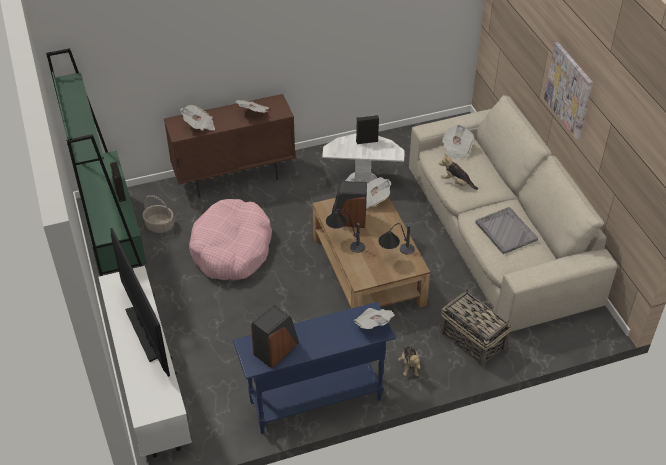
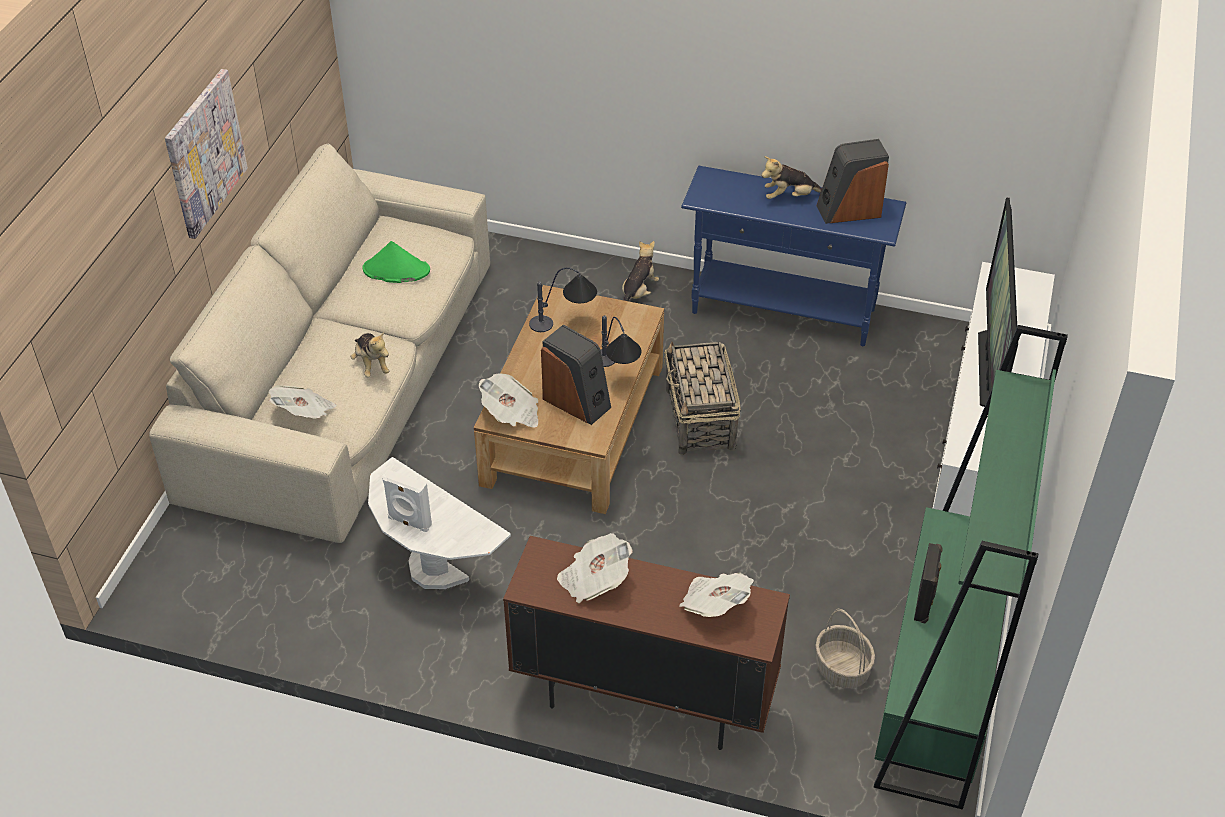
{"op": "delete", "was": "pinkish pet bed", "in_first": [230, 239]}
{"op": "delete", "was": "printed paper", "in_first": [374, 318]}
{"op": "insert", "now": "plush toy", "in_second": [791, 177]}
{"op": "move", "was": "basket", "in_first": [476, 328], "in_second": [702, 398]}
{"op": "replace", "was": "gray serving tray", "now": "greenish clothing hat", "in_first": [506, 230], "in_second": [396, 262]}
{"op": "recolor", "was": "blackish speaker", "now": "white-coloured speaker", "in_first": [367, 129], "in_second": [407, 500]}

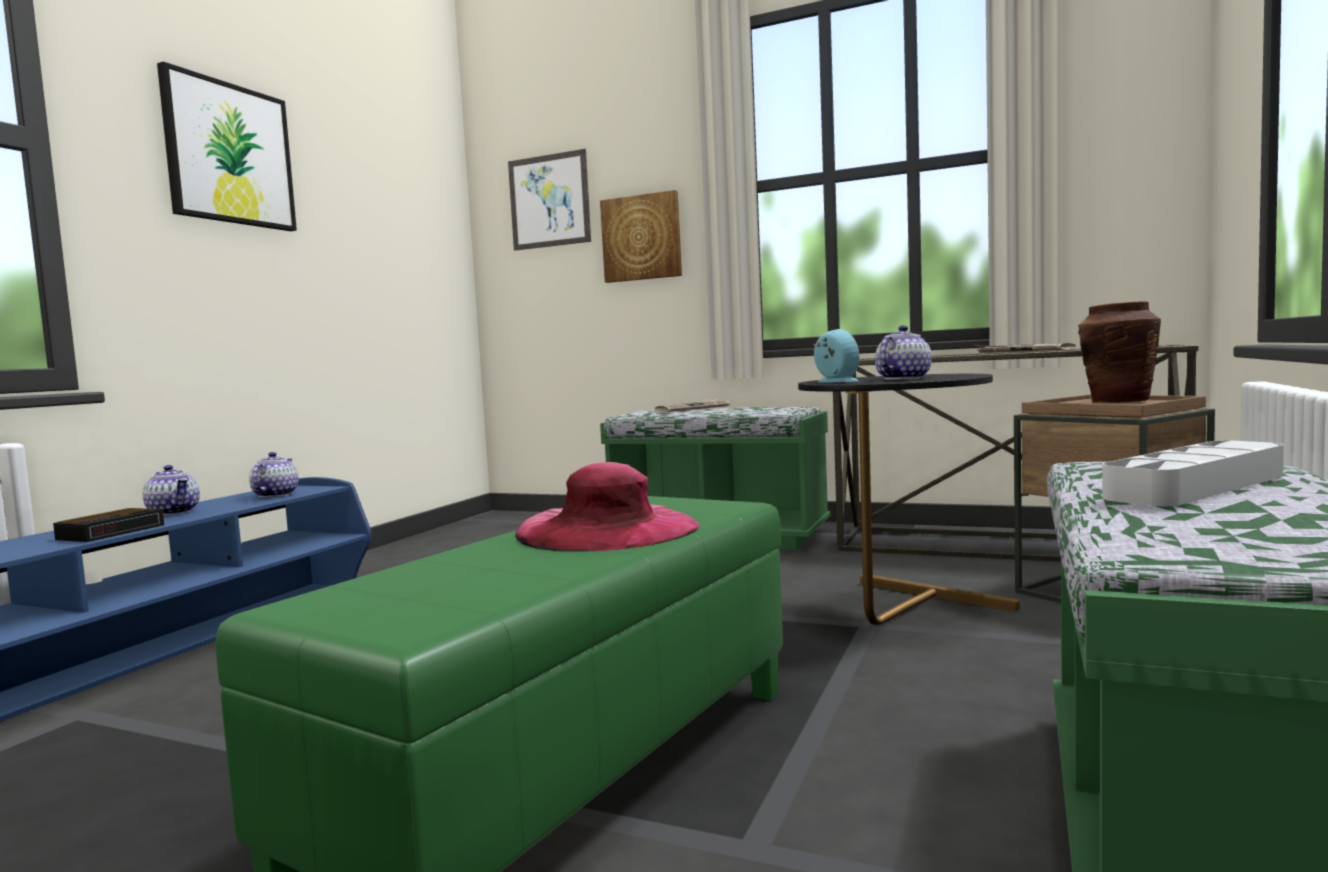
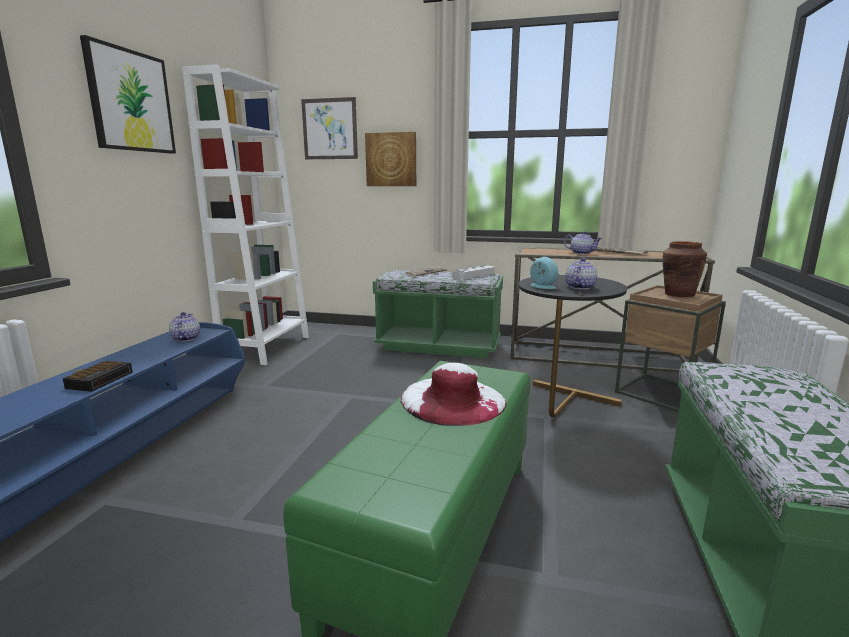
{"op": "insert", "now": "white-coloured shelving unit", "in_second": [245, 215]}
{"op": "move", "was": "tea pot", "in_first": [171, 490], "in_second": [583, 242]}
{"op": "move", "was": "gray serving tray", "in_first": [1193, 473], "in_second": [473, 272]}
{"op": "recolor", "was": "pinkish clothing hat", "now": "white-coloured clothing hat", "in_first": [607, 506], "in_second": [454, 394]}

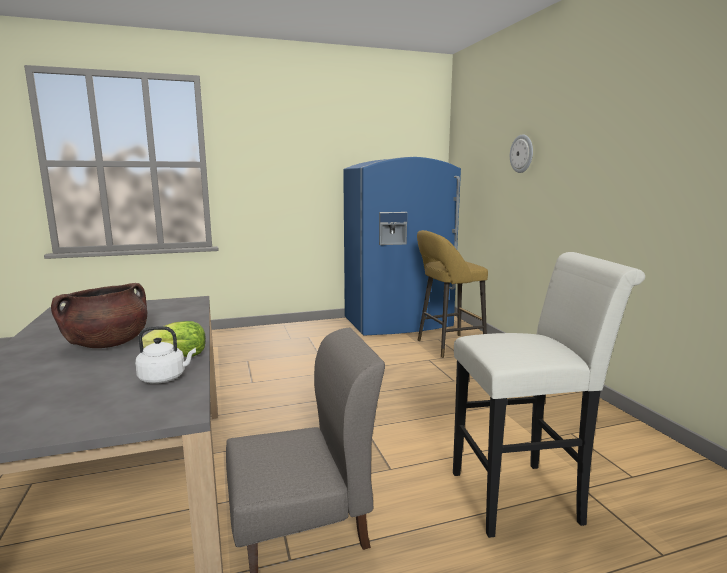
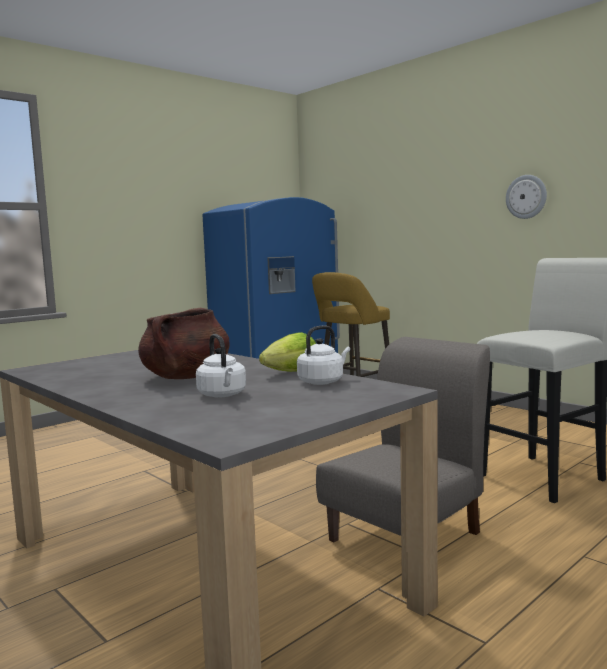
{"op": "insert", "now": "white-coloured tea kettle", "in_second": [221, 366]}
{"op": "move", "was": "clock on the wall", "in_first": [521, 153], "in_second": [526, 197]}

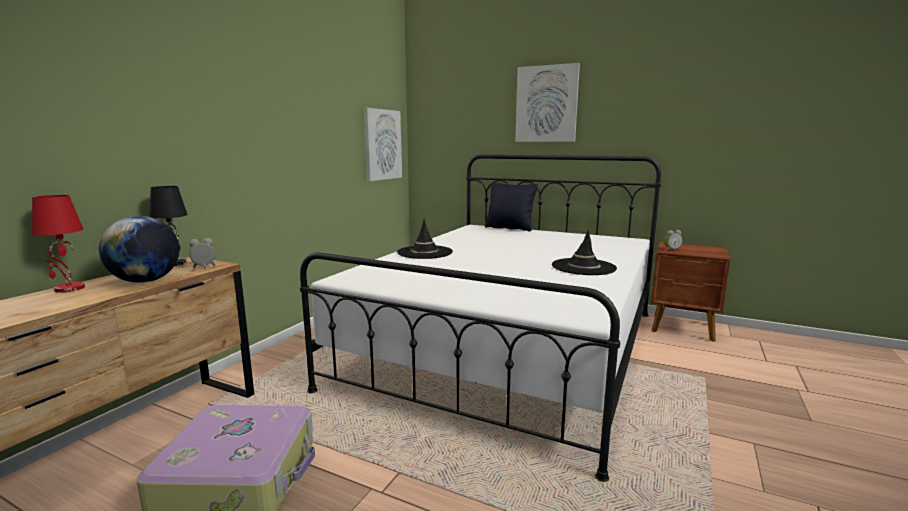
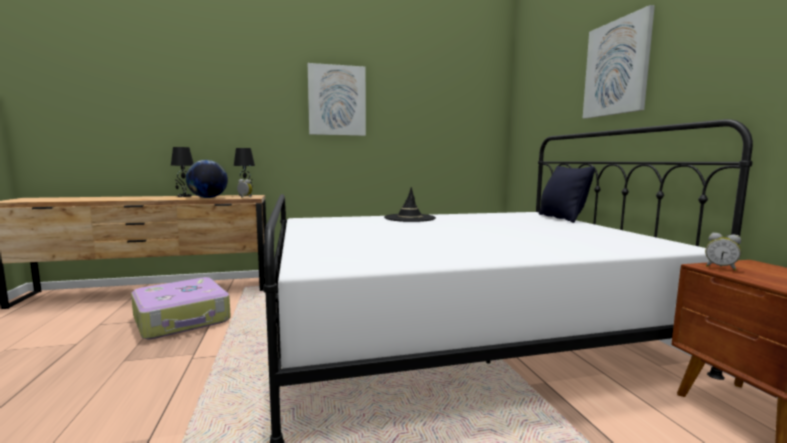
{"op": "delete", "was": "blackish clothing hat", "in_first": [584, 252]}
{"op": "move", "was": "wall picture", "in_first": [383, 144], "in_second": [337, 99]}
{"op": "recolor", "was": "red table lamp", "now": "blackish table lamp", "in_first": [58, 244], "in_second": [182, 172]}

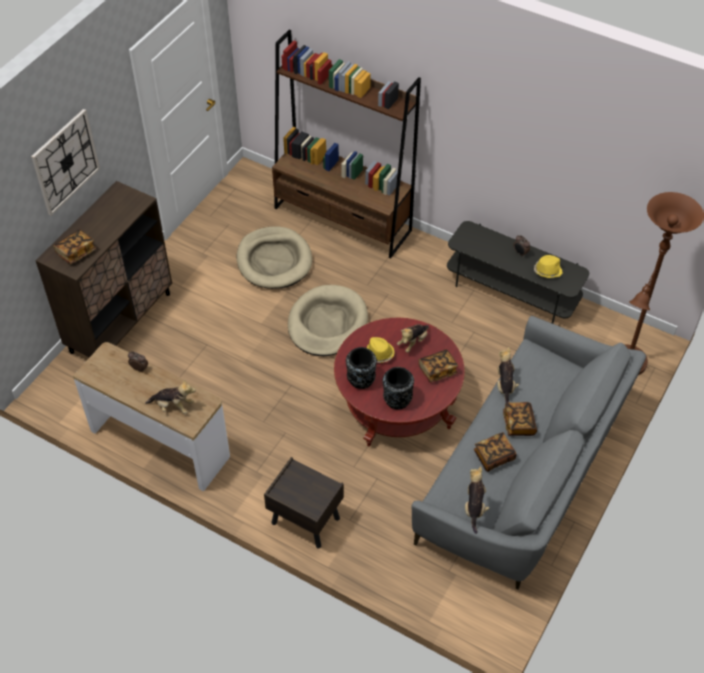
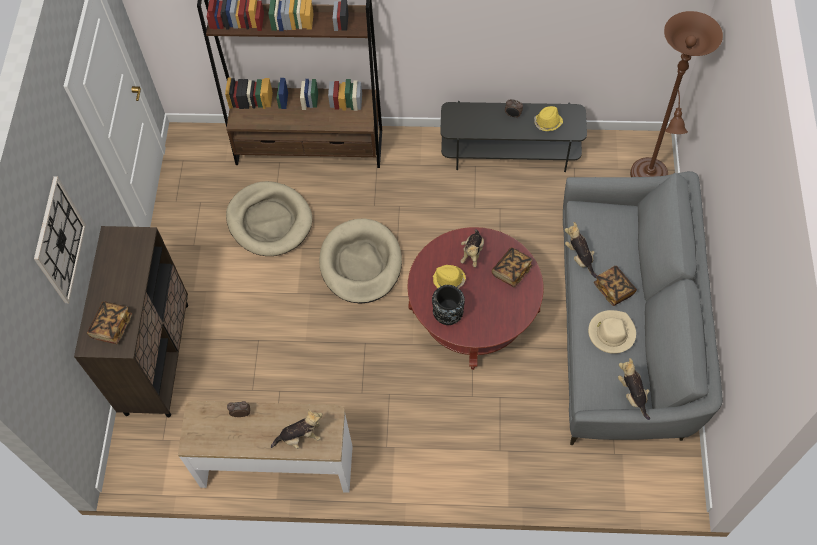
{"op": "delete", "was": "brown-coloured bedside table", "in_first": [304, 503]}
{"op": "delete", "was": "blackish decorative vase", "in_first": [398, 388]}
{"op": "replace", "was": "book", "now": "beige-coloured clothing hat", "in_first": [495, 452], "in_second": [612, 332]}

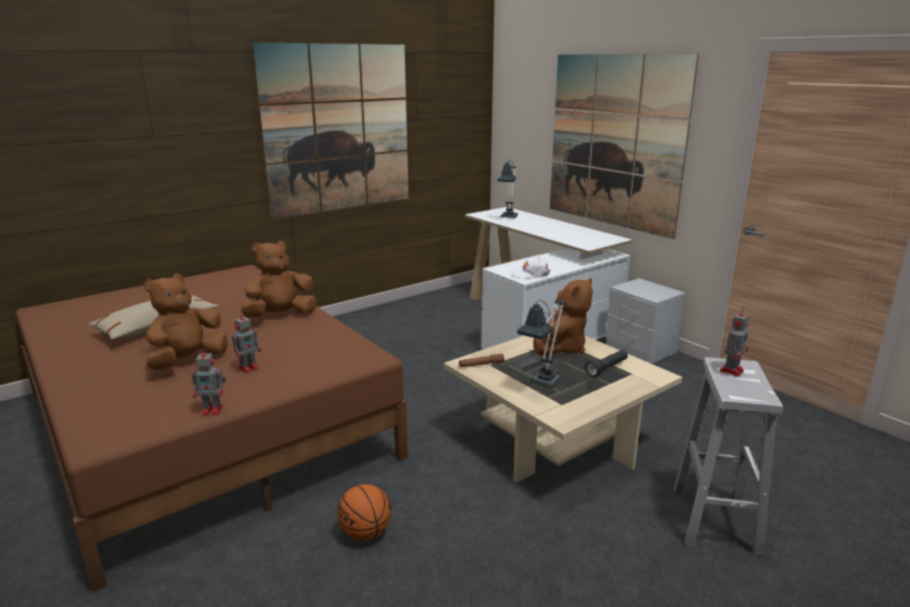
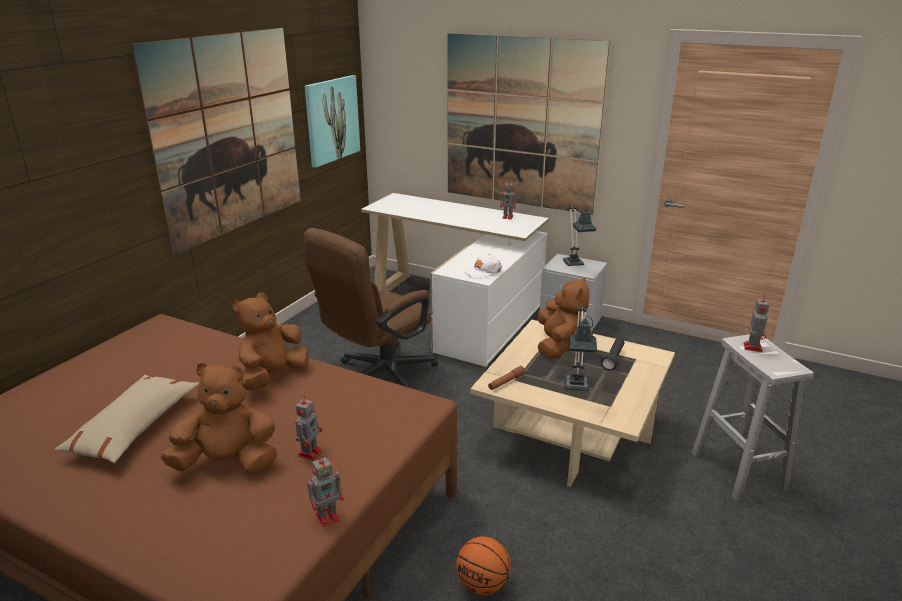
{"op": "insert", "now": "brown-coloured office chair", "in_second": [370, 307]}
{"op": "insert", "now": "wall picture", "in_second": [332, 121]}
{"op": "insert", "now": "toy robot", "in_second": [509, 199]}
{"op": "move", "was": "table lamp", "in_first": [507, 189], "in_second": [580, 236]}
{"op": "rotate", "was": "brown-coloured plush toy", "in_first": [186, 322], "in_second": [219, 418], "clockwise": 75}

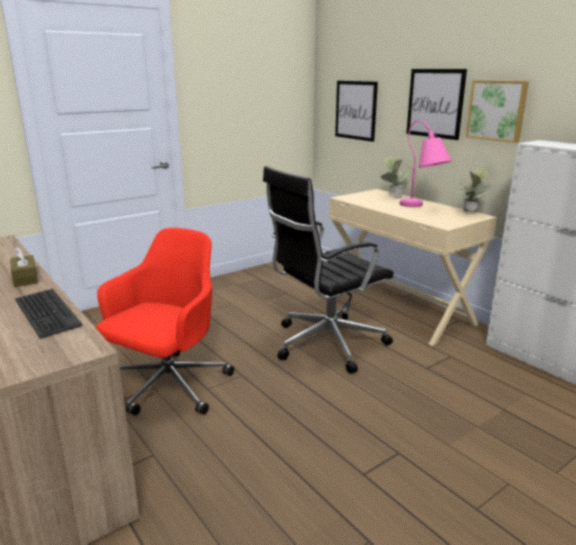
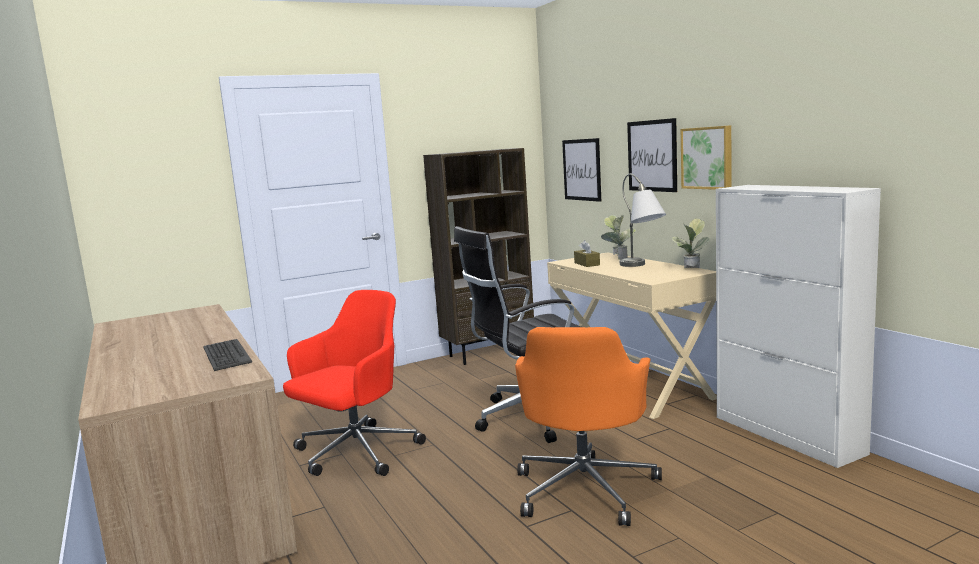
{"op": "insert", "now": "brown-coloured shelving unit", "in_second": [478, 256]}
{"op": "insert", "now": "orangey office chair", "in_second": [588, 426]}
{"op": "move", "was": "brown-coloured tissue holder", "in_first": [24, 266], "in_second": [587, 253]}
{"op": "recolor", "was": "pinkish table lamp", "now": "gray table lamp", "in_first": [426, 163], "in_second": [643, 220]}

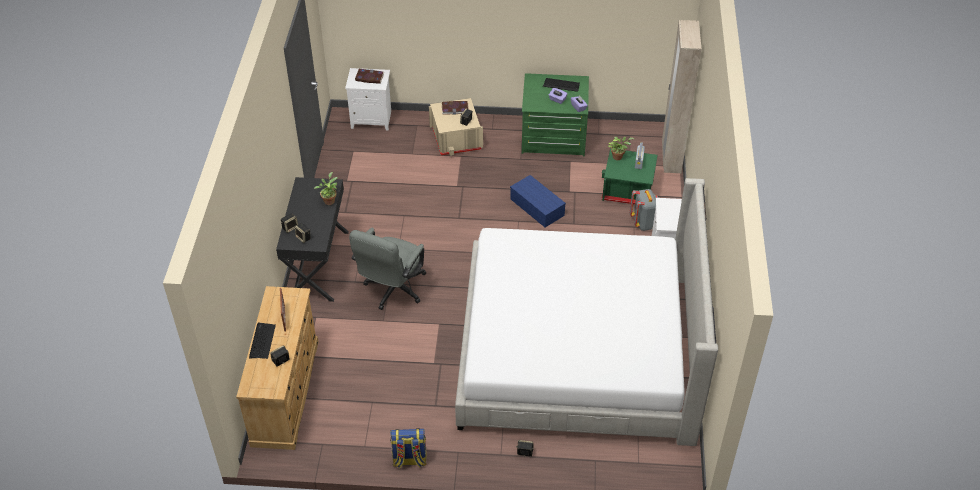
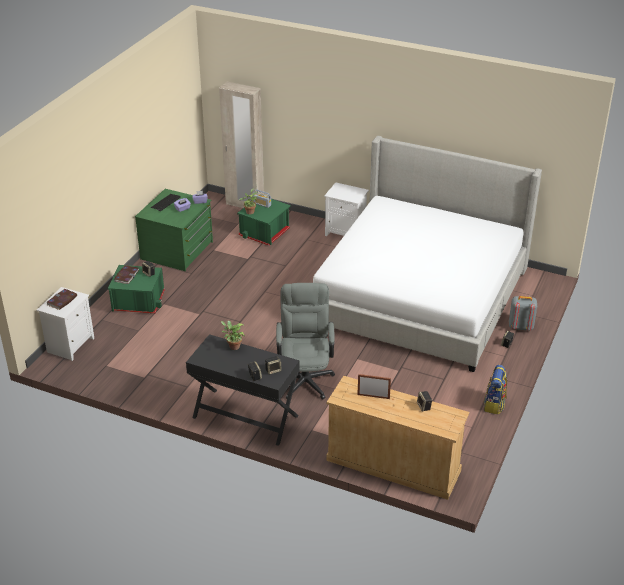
{"op": "delete", "was": "computer keyboard", "in_first": [262, 341]}
{"op": "delete", "was": "bluish storage box", "in_first": [538, 201]}
{"op": "move", "was": "gray knapsack", "in_first": [644, 210], "in_second": [523, 313]}
{"op": "recolor", "was": "beige-coloured storage box", "now": "greenish storage box", "in_first": [456, 127], "in_second": [136, 289]}
{"op": "rotate", "was": "gray office chair", "in_first": [387, 269], "in_second": [305, 341], "clockwise": -135}

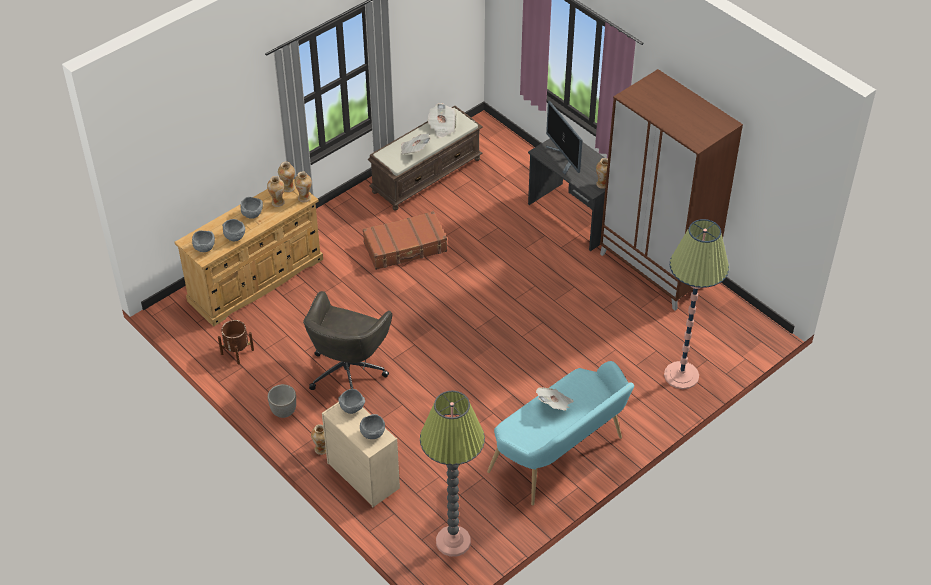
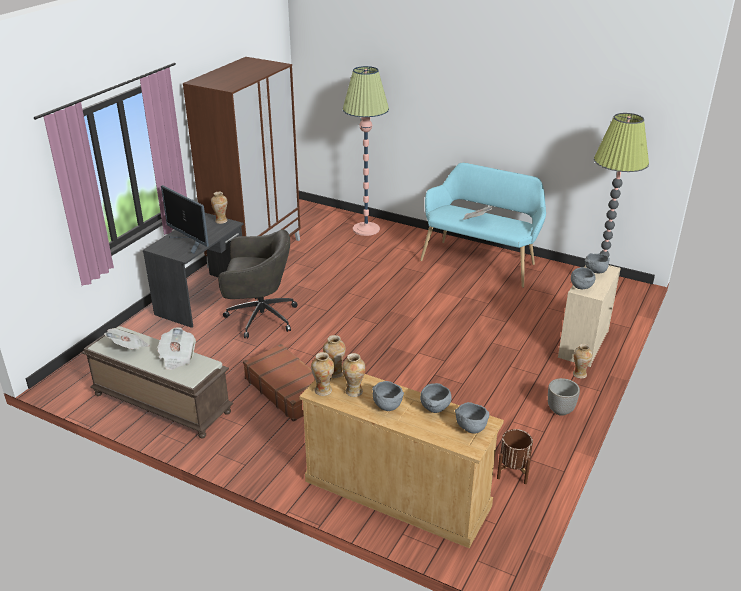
{"op": "move", "was": "gray office chair", "in_first": [347, 340], "in_second": [258, 284]}
{"op": "rotate", "was": "computer display", "in_first": [564, 138], "in_second": [185, 219], "clockwise": 90}

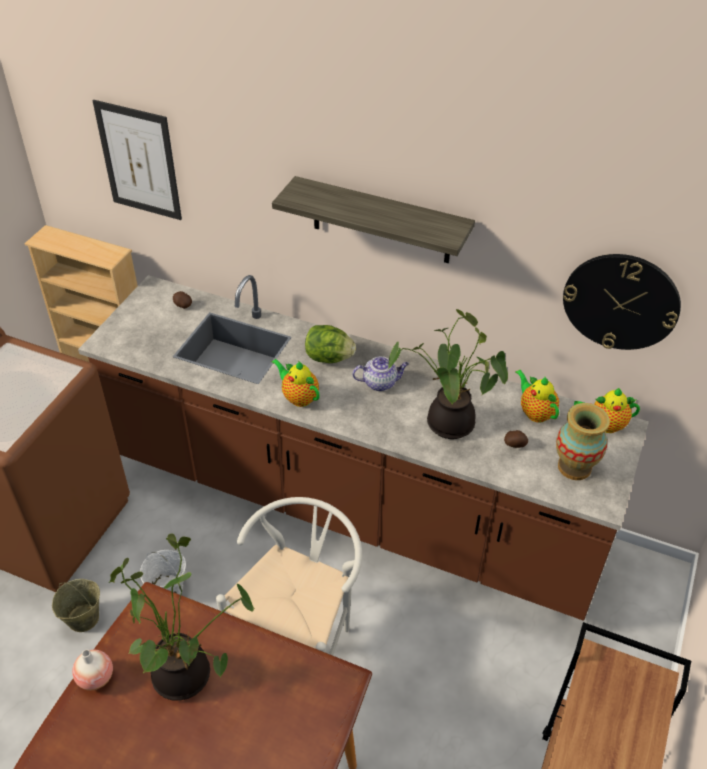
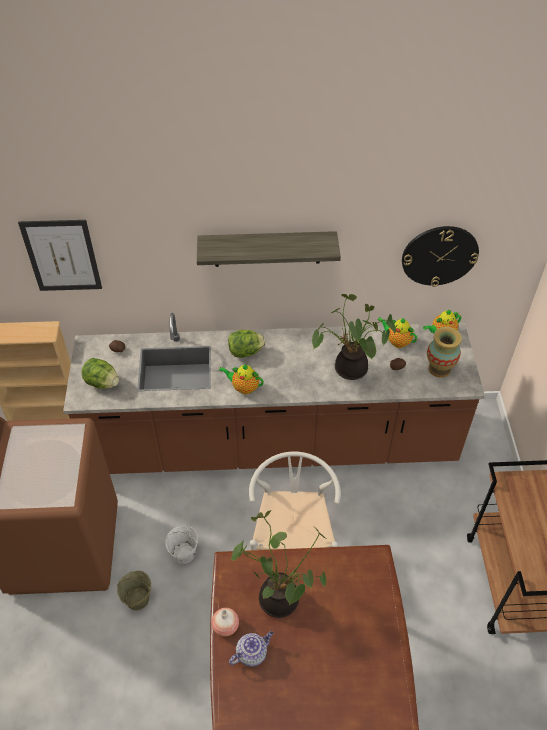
{"op": "insert", "now": "lettuce head", "in_second": [100, 373]}
{"op": "move", "was": "tea pot", "in_first": [380, 373], "in_second": [251, 649]}

